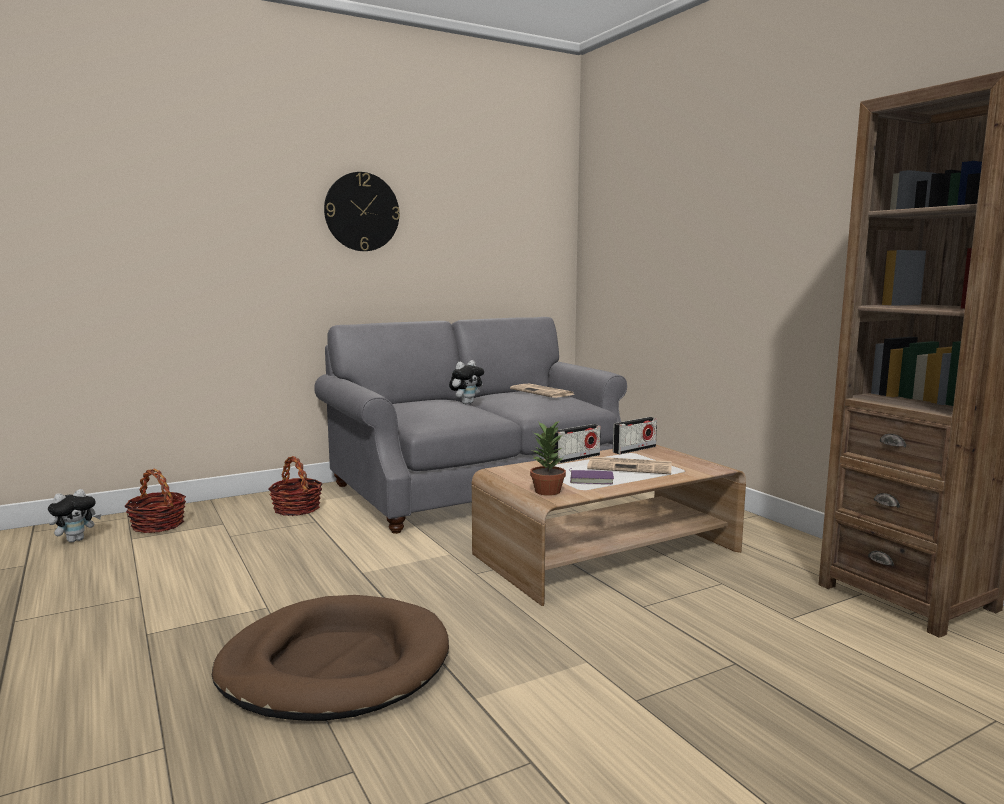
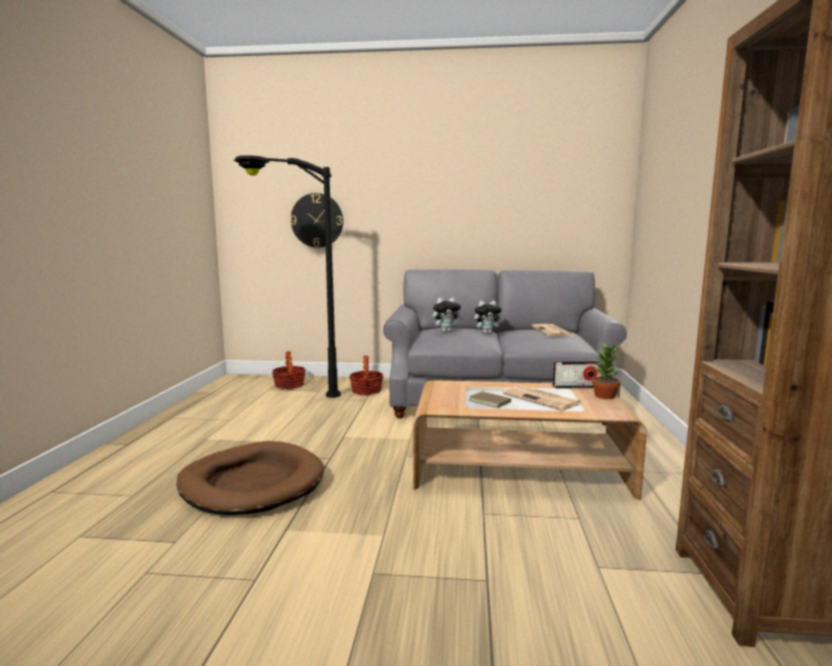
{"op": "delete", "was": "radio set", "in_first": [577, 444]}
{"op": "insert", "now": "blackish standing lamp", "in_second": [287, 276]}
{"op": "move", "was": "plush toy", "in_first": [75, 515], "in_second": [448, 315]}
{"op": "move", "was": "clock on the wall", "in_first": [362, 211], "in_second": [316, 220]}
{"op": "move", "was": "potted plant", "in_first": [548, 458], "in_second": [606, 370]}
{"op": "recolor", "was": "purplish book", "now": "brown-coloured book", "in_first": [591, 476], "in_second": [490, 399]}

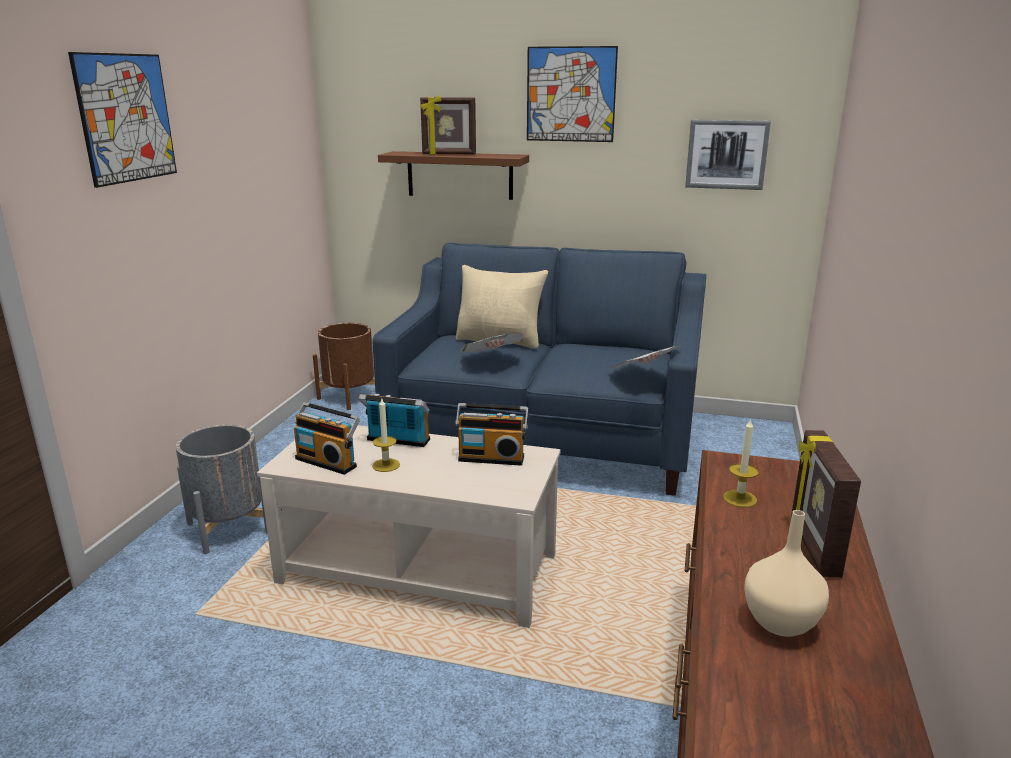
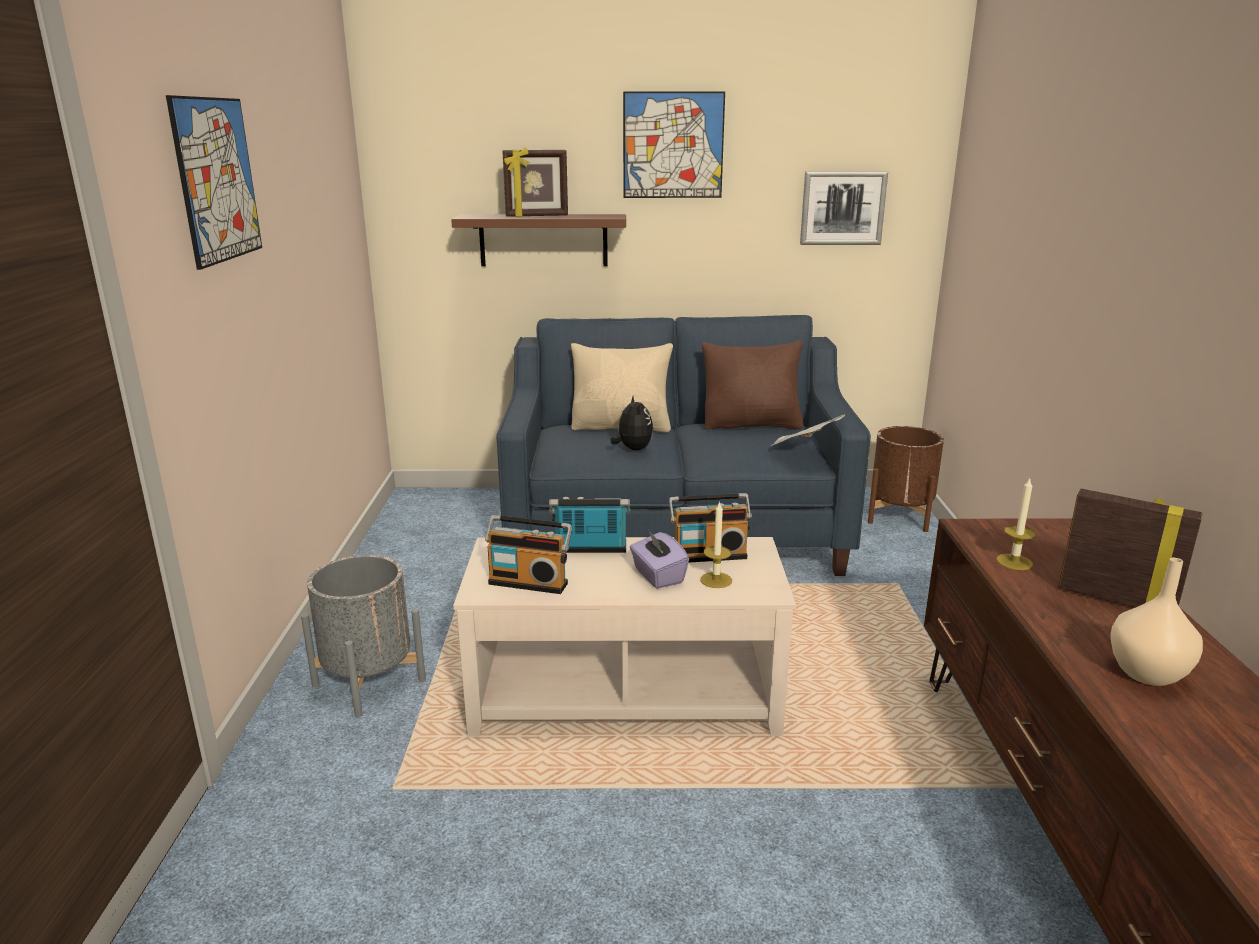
{"op": "insert", "now": "purplish tissue holder", "in_second": [659, 560]}
{"op": "insert", "now": "brown-coloured throw pillow", "in_second": [753, 385]}
{"op": "move", "was": "brown-coloured planter", "in_first": [344, 366], "in_second": [906, 479]}
{"op": "move", "was": "candle", "in_first": [386, 435], "in_second": [716, 544]}
{"op": "replace", "was": "printed paper", "now": "plush toy", "in_first": [492, 343], "in_second": [632, 422]}
{"op": "rotate", "was": "picture frame", "in_first": [826, 504], "in_second": [1130, 548], "clockwise": 135}

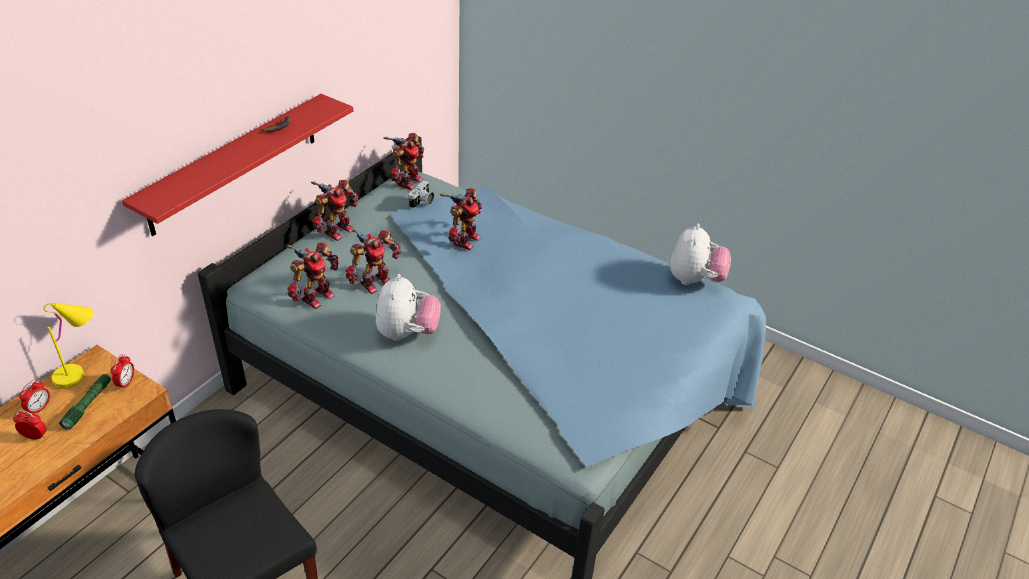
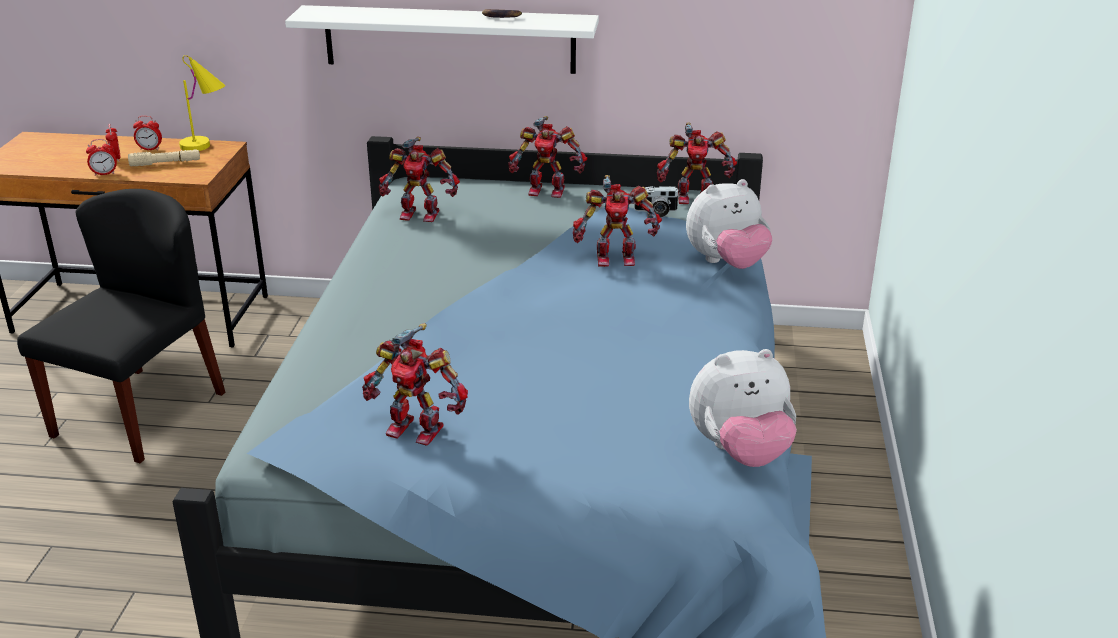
{"op": "move", "was": "table clock", "in_first": [122, 372], "in_second": [101, 157]}
{"op": "move", "was": "toy robot", "in_first": [373, 261], "in_second": [415, 384]}
{"op": "move", "was": "plush toy", "in_first": [408, 307], "in_second": [729, 224]}
{"op": "recolor", "was": "greenish hand torch", "now": "beige-coloured hand torch", "in_first": [85, 402], "in_second": [164, 157]}
{"op": "recolor", "was": "red shelf", "now": "white-coloured shelf", "in_first": [237, 165], "in_second": [442, 39]}

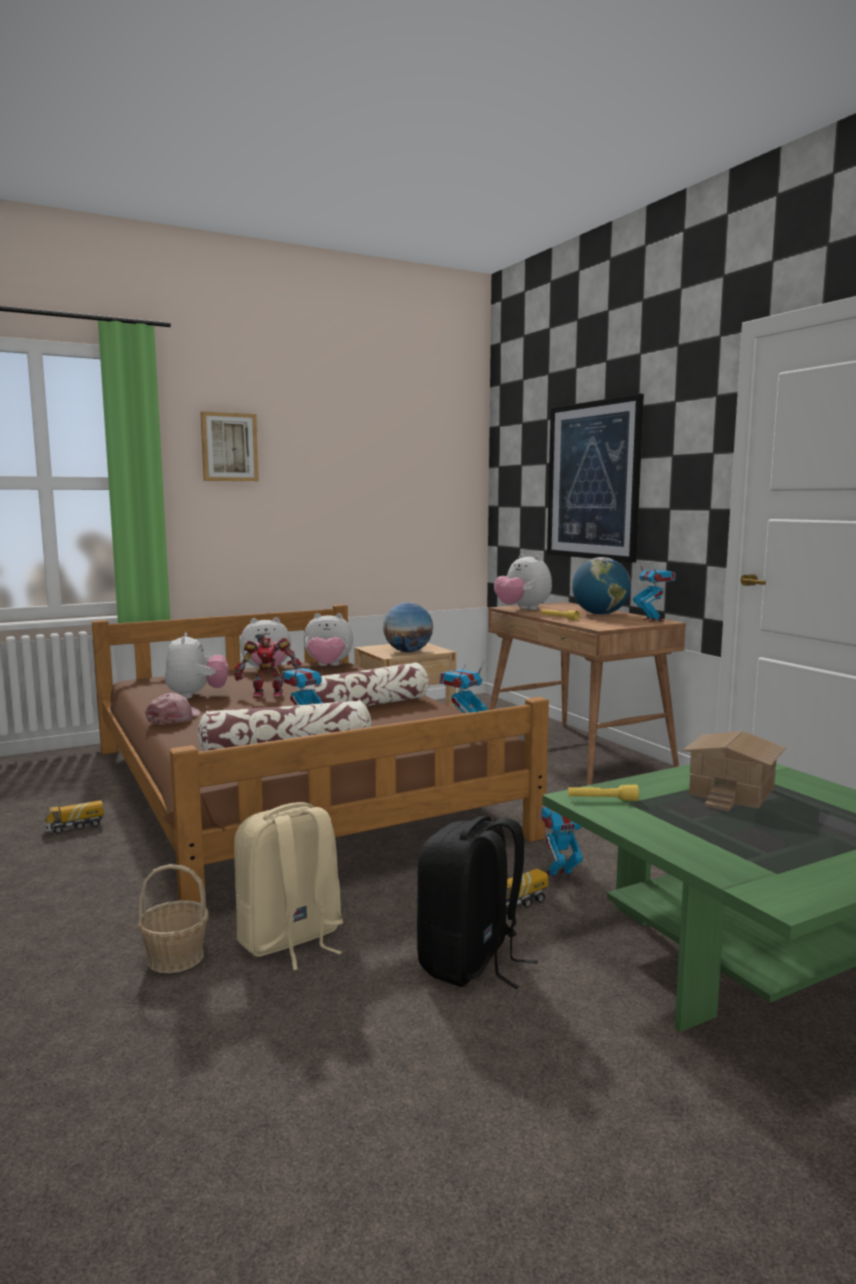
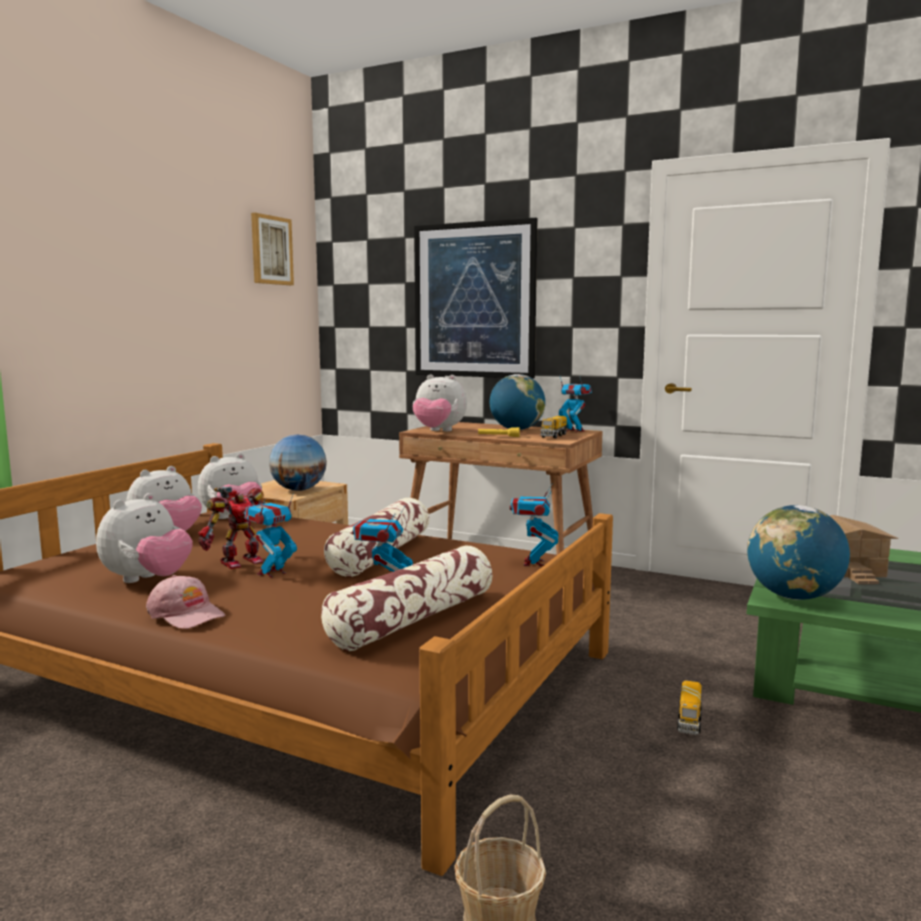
{"op": "delete", "was": "beige-coloured knapsack", "in_first": [288, 886]}
{"op": "delete", "was": "blackish knapsack", "in_first": [477, 902]}
{"op": "move", "was": "toy lorry", "in_first": [73, 817], "in_second": [553, 427]}
{"op": "move", "was": "wall picture", "in_first": [230, 446], "in_second": [272, 249]}
{"op": "move", "was": "toy robot", "in_first": [561, 844], "in_second": [271, 535]}
{"op": "replace", "was": "yellow-coloured hand torch", "now": "desk globe", "in_first": [603, 792], "in_second": [798, 552]}
{"op": "rotate", "was": "pinkish baseball cap", "in_first": [173, 709], "in_second": [185, 602], "clockwise": 150}
{"op": "rotate", "was": "plush toy", "in_first": [196, 666], "in_second": [144, 538], "clockwise": 75}

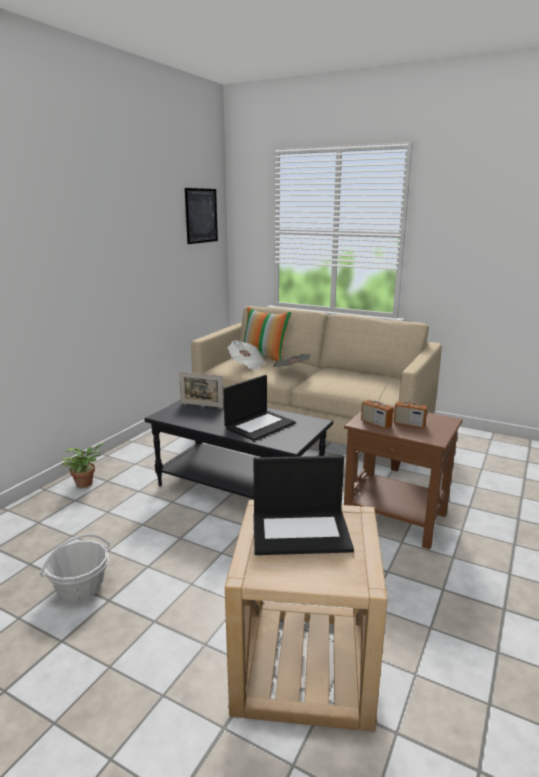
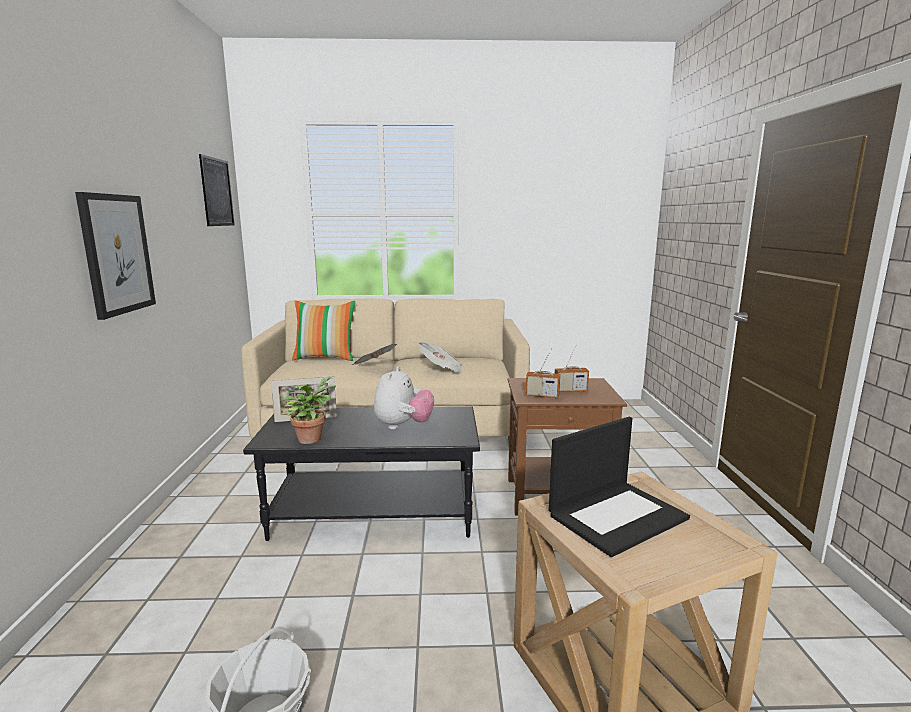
{"op": "insert", "now": "wall picture", "in_second": [115, 256]}
{"op": "move", "was": "potted plant", "in_first": [83, 465], "in_second": [309, 410]}
{"op": "move", "was": "printed paper", "in_first": [247, 355], "in_second": [440, 357]}
{"op": "replace", "was": "laptop", "now": "plush toy", "in_first": [259, 408], "in_second": [404, 398]}

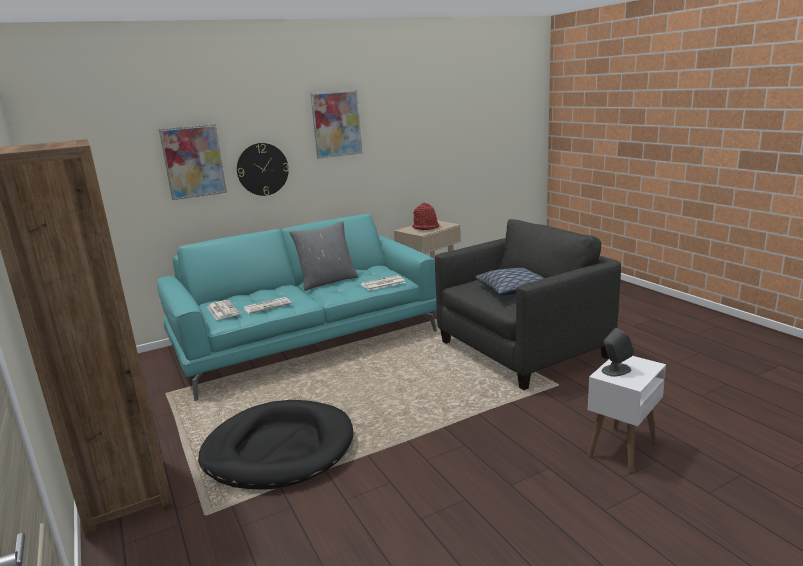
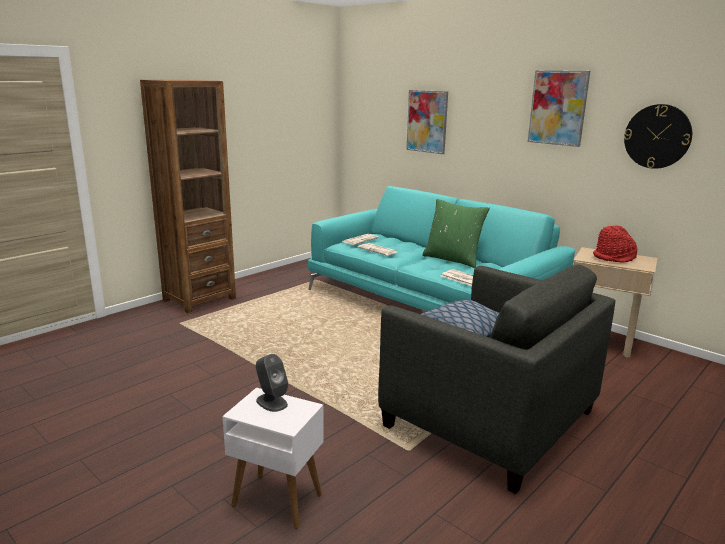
{"op": "delete", "was": "blackish pet bed", "in_first": [276, 445]}
{"op": "move", "was": "clock on the wall", "in_first": [263, 169], "in_second": [658, 136]}
{"op": "recolor", "was": "gray throw pillow", "now": "greenish throw pillow", "in_first": [323, 256], "in_second": [456, 233]}

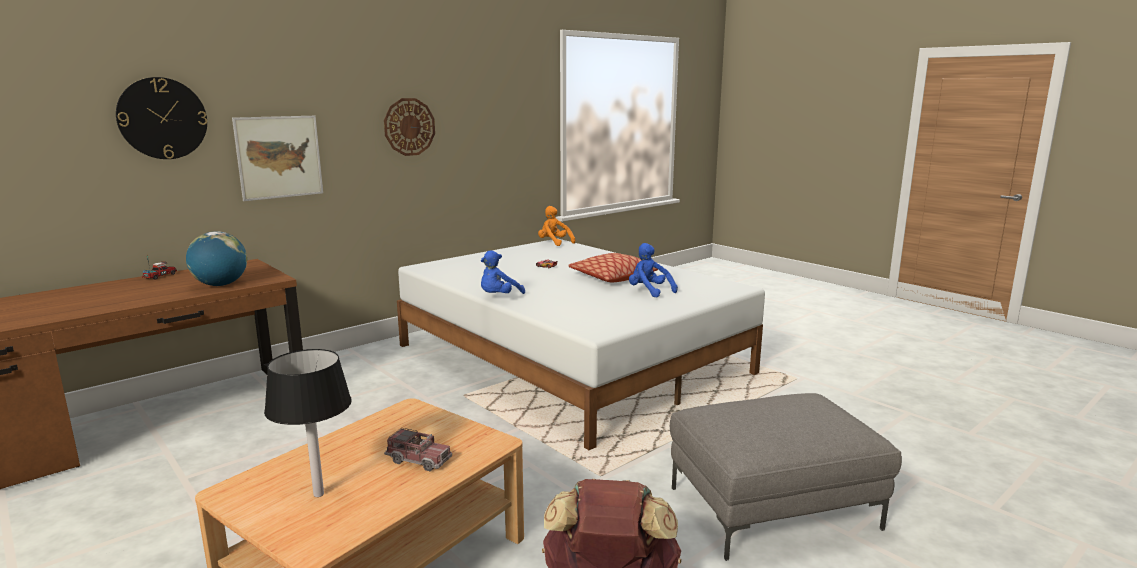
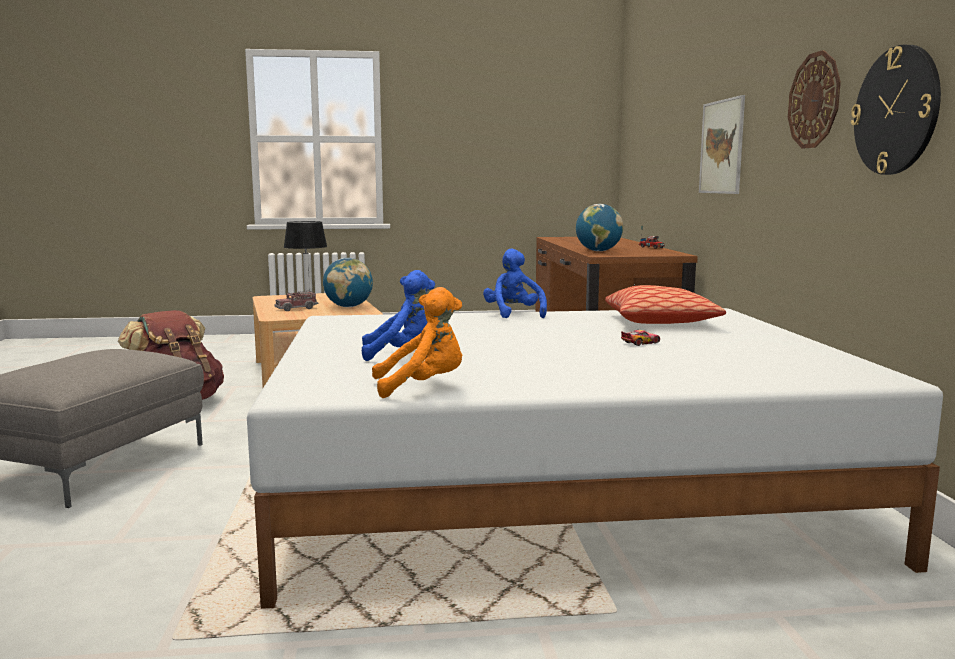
{"op": "insert", "now": "desk globe", "in_second": [348, 282]}
{"op": "move", "was": "clock on the wall", "in_first": [161, 118], "in_second": [896, 109]}
{"op": "move", "was": "orangey plush toy", "in_first": [556, 226], "in_second": [417, 342]}
{"op": "move", "was": "throw pillow", "in_first": [613, 267], "in_second": [665, 304]}

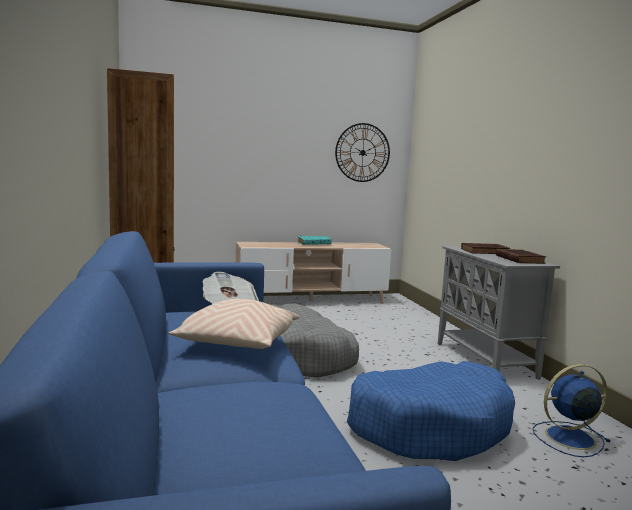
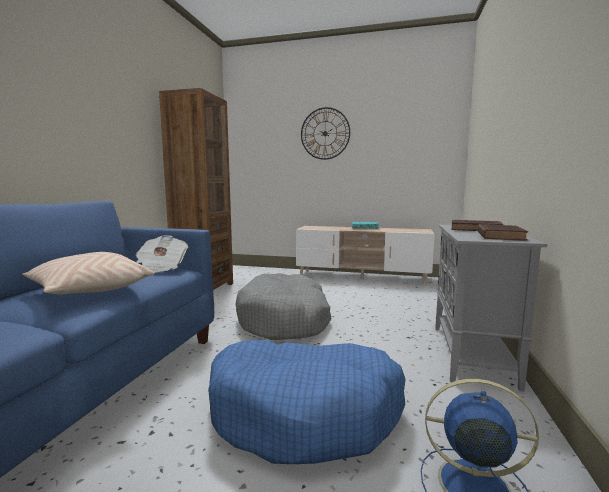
{"op": "move", "was": "clock on the wall", "in_first": [362, 152], "in_second": [325, 133]}

